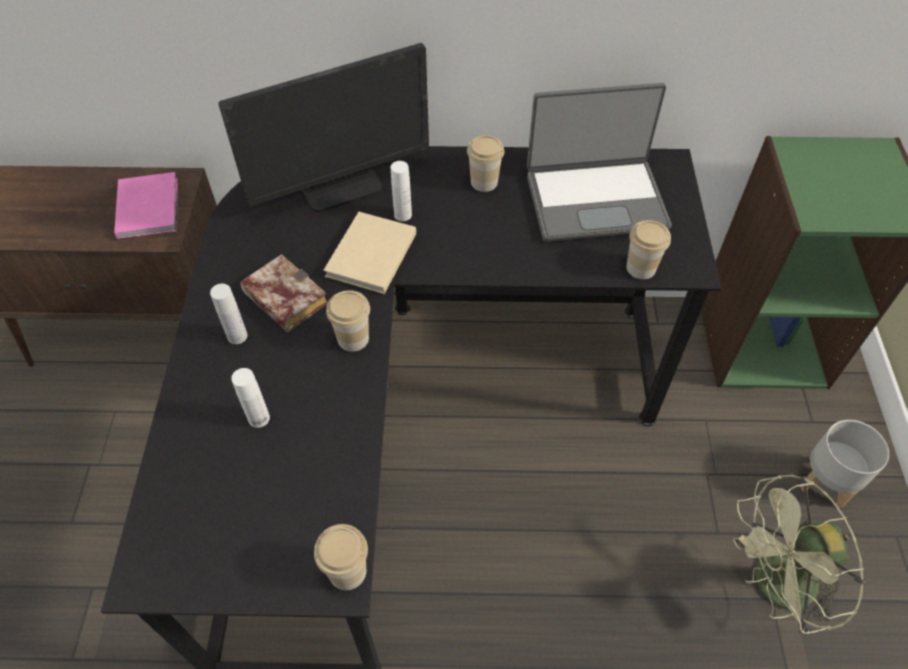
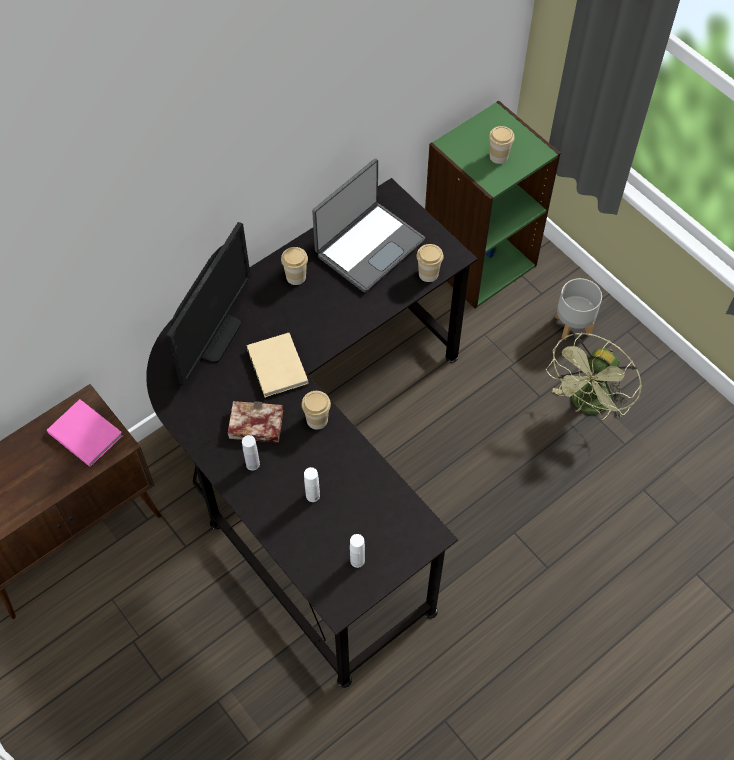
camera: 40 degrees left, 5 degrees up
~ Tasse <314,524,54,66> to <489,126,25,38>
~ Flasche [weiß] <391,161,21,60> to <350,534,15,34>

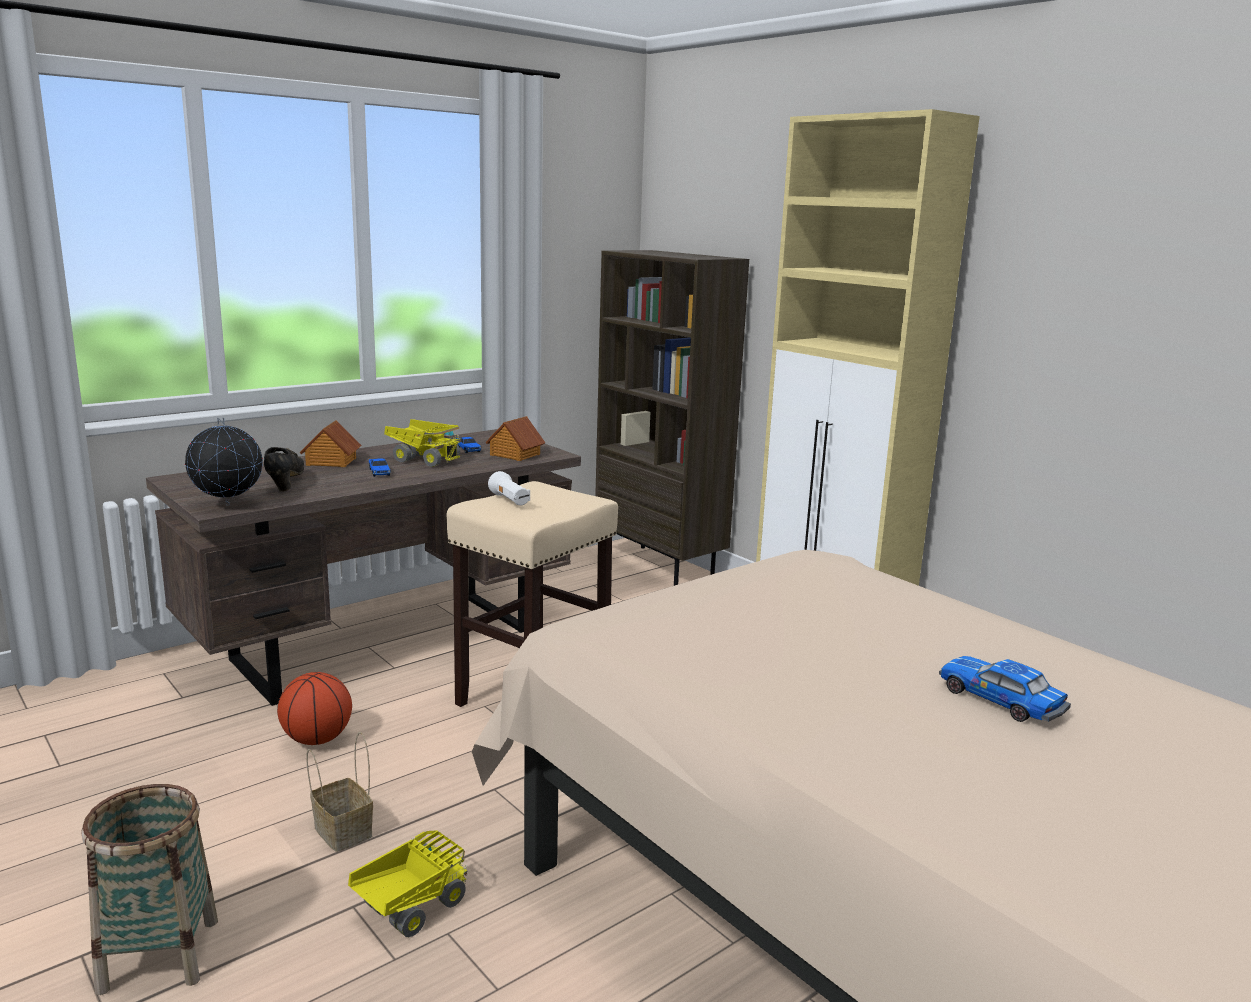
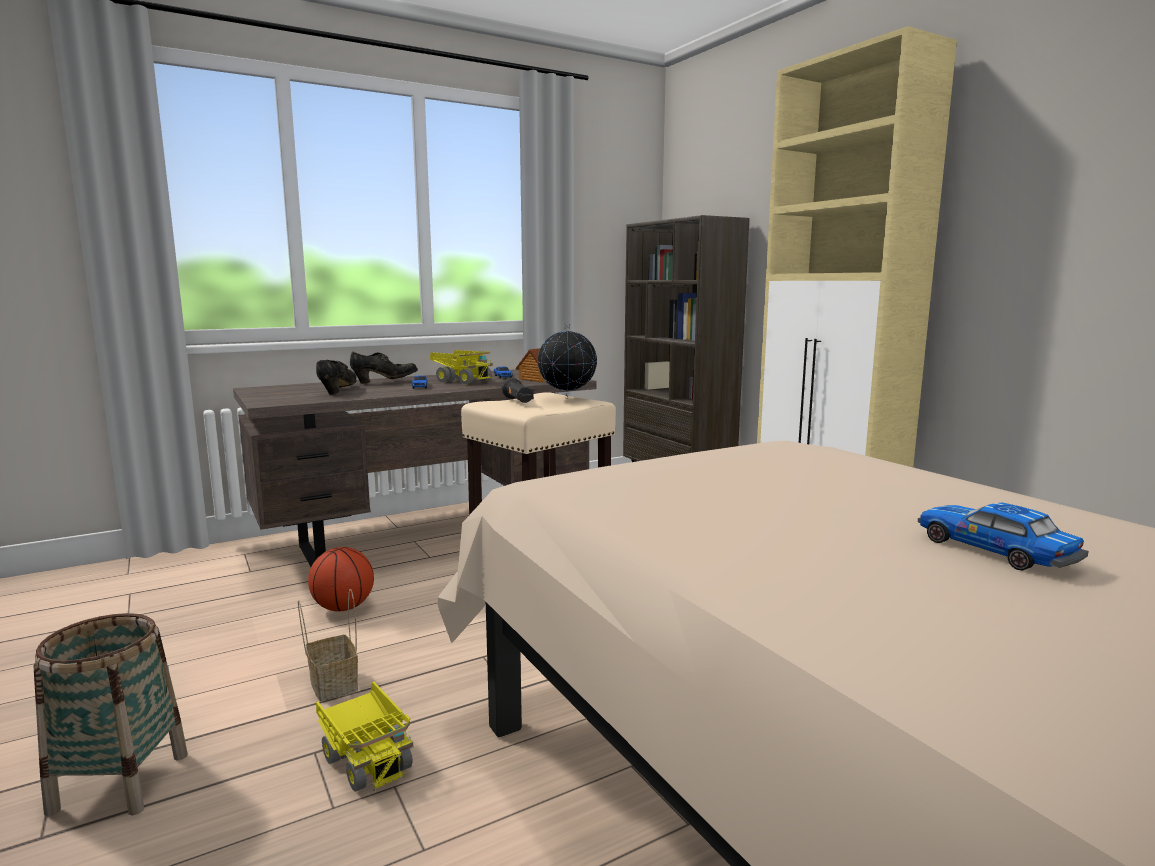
camera: 10 degrees right, 5 degrees down
~ Globus <185,418,78,88> to <538,324,59,75>
~ Spielzeughaus <300,420,62,47> to Schuh [schwarz] <350,352,68,32>
~ Spielzeuglaster <348,830,120,107> = <316,682,97,110> 90 degrees clockwise
~ Taschenlampe [weiß] <488,471,42,35> to Taschenlampe [schwarz] <501,378,33,25>

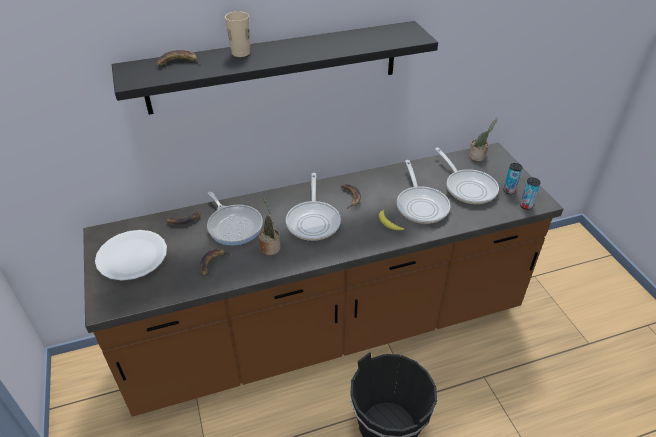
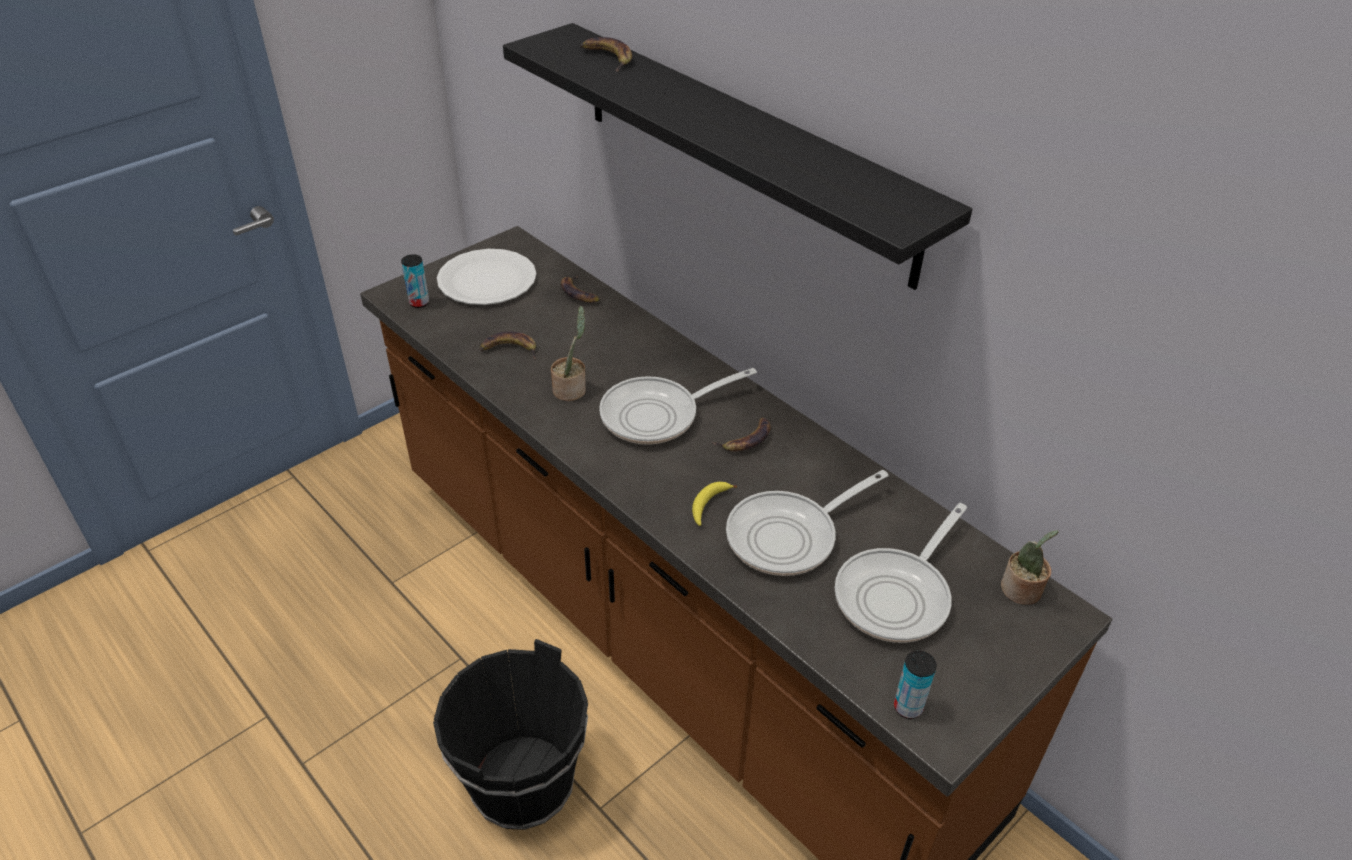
camera: 65 degrees right, 0 degrees up
- Pfanne <207,192,56,53>
- Tasse [beige] <225,11,25,46>
~ Dose <504,163,19,31> to <401,254,28,54>

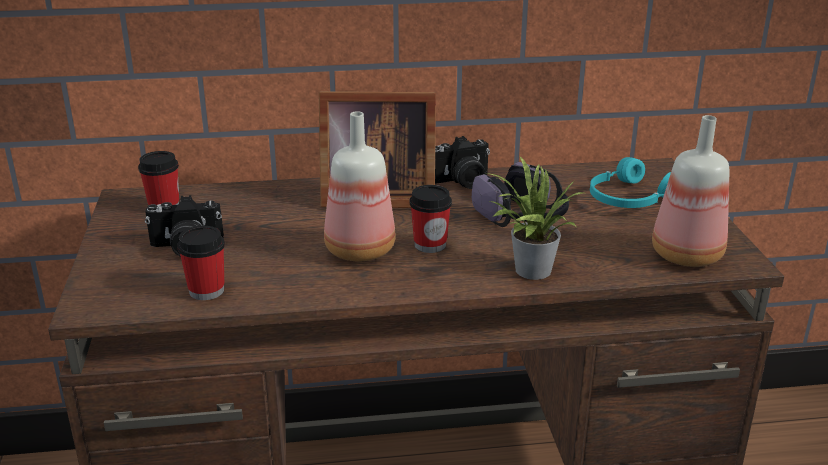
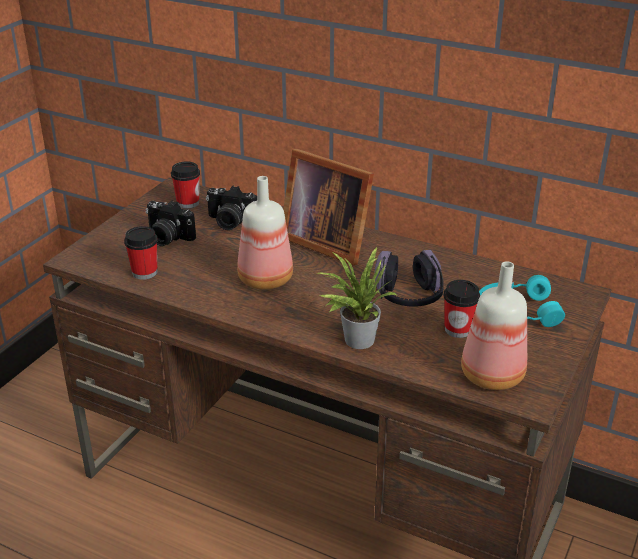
camera: 35 degrees right, 5 degrees up
~ Tasse <410,185,42,68> to <444,280,36,58>
~ Kamera <435,136,55,53> to <206,186,51,44>

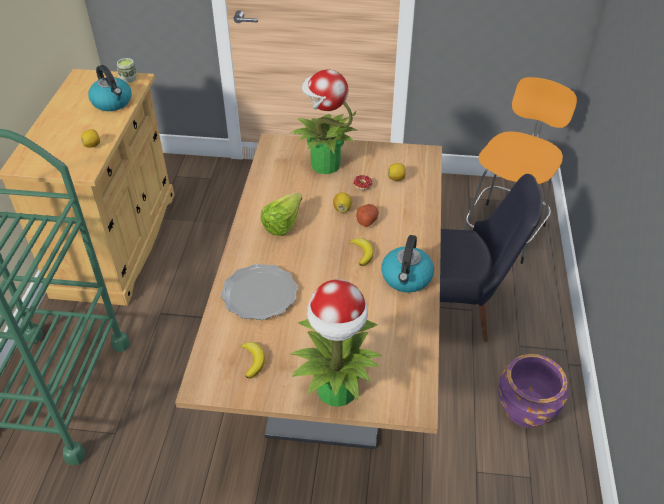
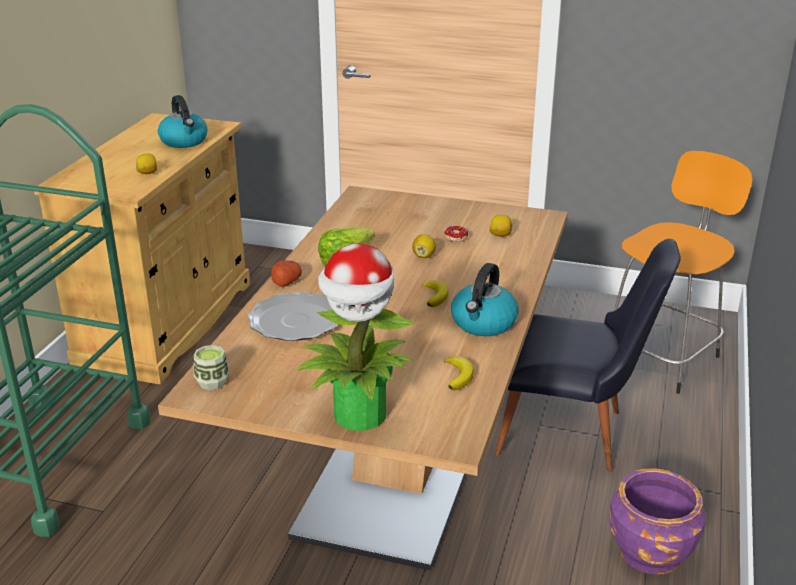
camera: 10 degrees right, 15 degrees down
~ Tasse <117,58,20,25> to <194,345,35,45>
~ Banane <240,342,25,37> to <444,356,30,35>
- Topfpflanze <290,70,68,104>
~ Kartoffel <356,204,23,23> to <271,260,31,27>

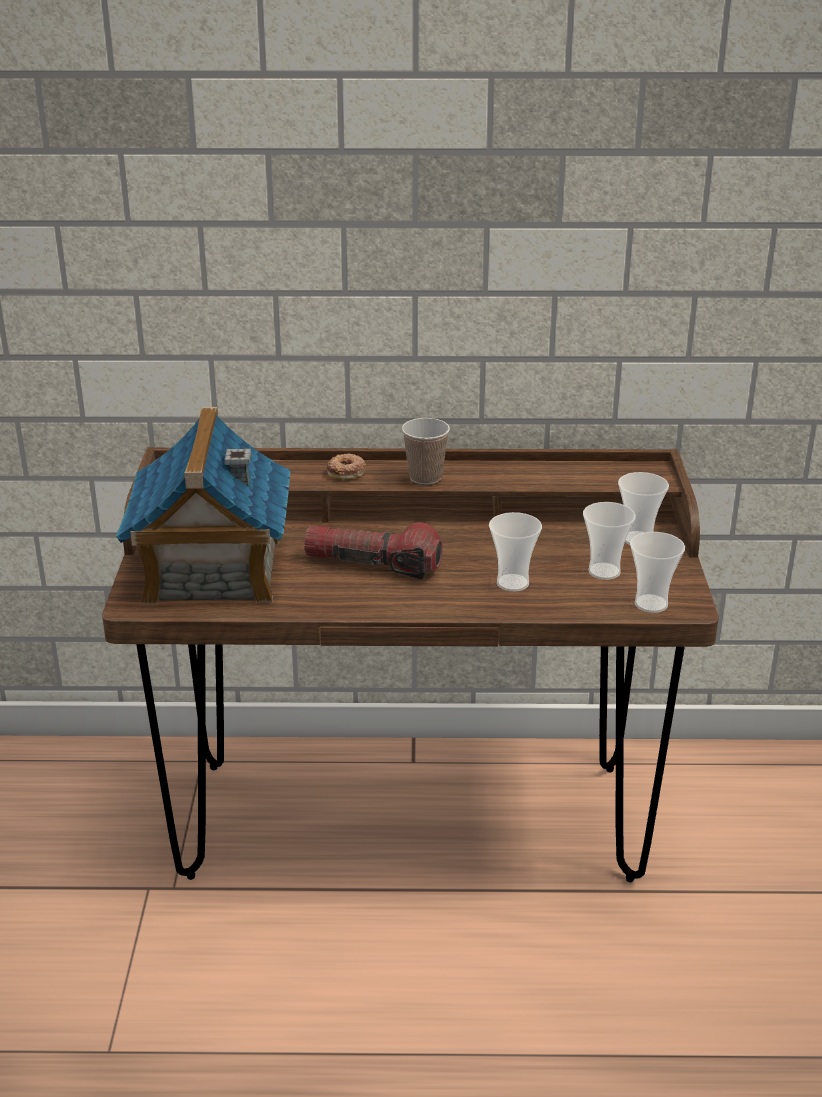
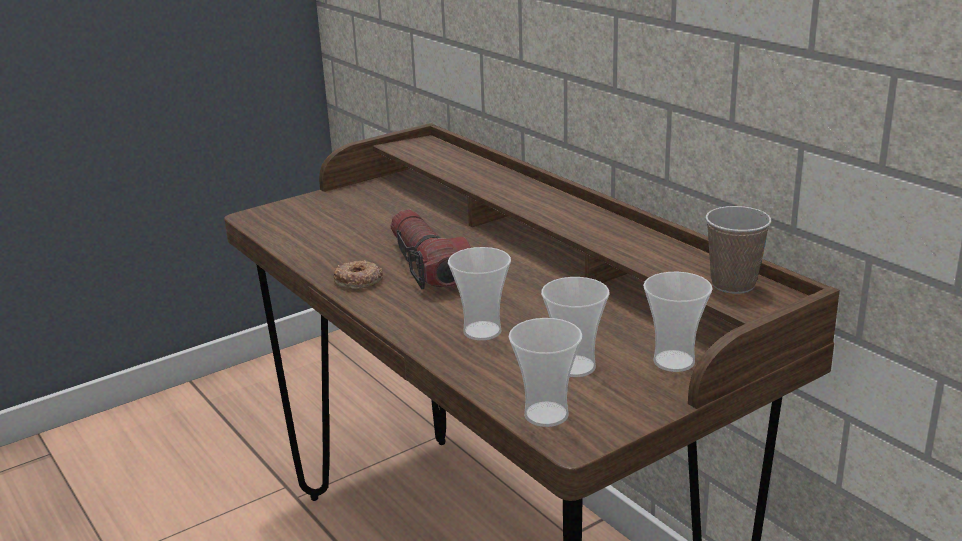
camera: 55 degrees right, 5 degrees down
- Spielzeughaus <116,407,175,198>
~ Donut <327,453,39,26> to <334,260,49,29>
~ Tasse <402,418,48,67> to <705,206,66,88>

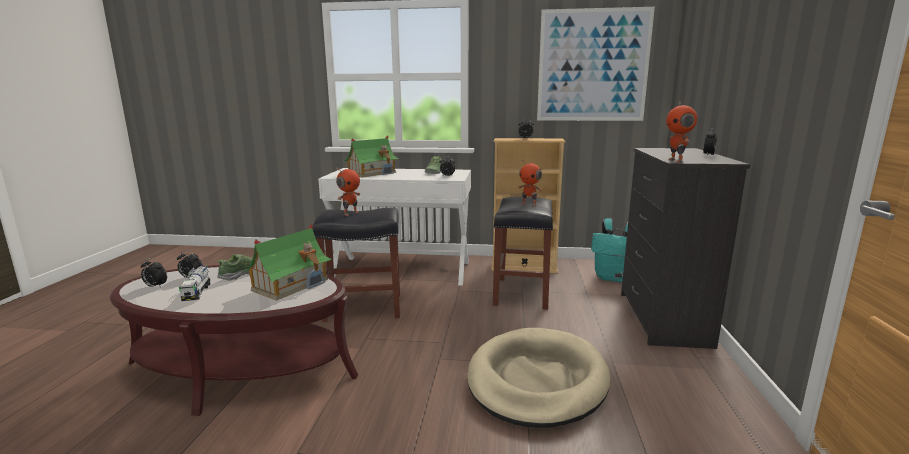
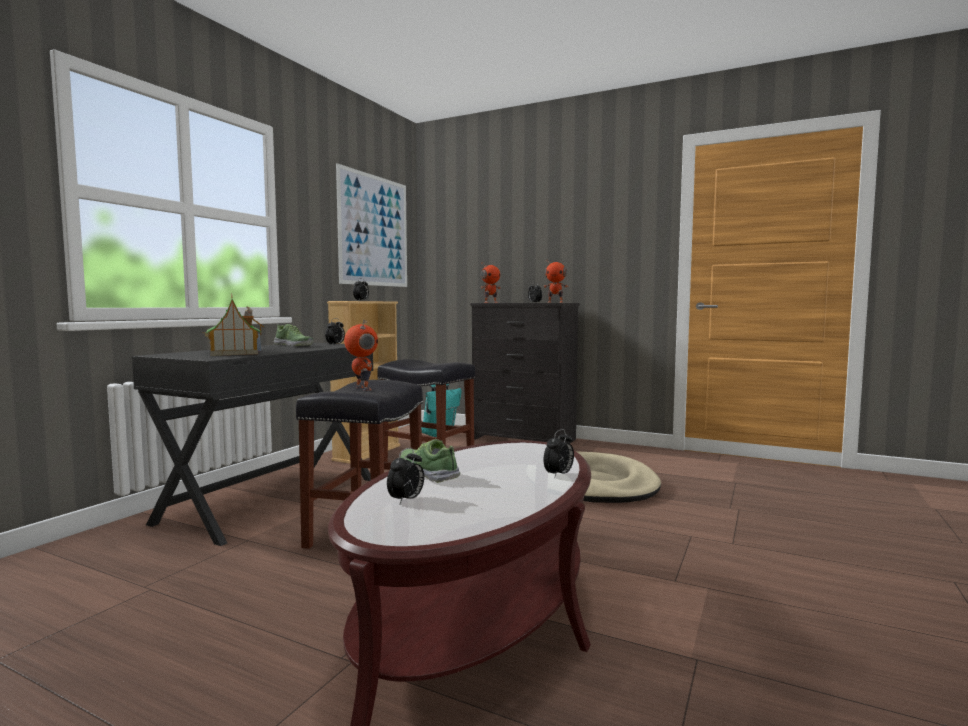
camera: 70 degrees left, 10 degrees down
~ Wecker <141,258,26,30> to <544,429,30,49>
- Spielzeuglaster <179,265,31,36>
- Spielzeughaus <242,224,90,77>
~ Schreibtisch [weiß] <318,168,153,118> to Schreibtisch [schwarz] <132,343,241,203>
~ Spielzeugroboter <518,159,24,47> to <480,263,21,40>

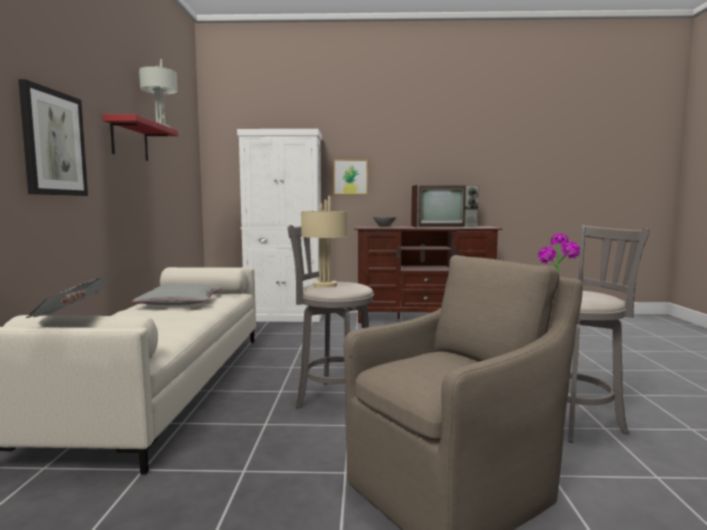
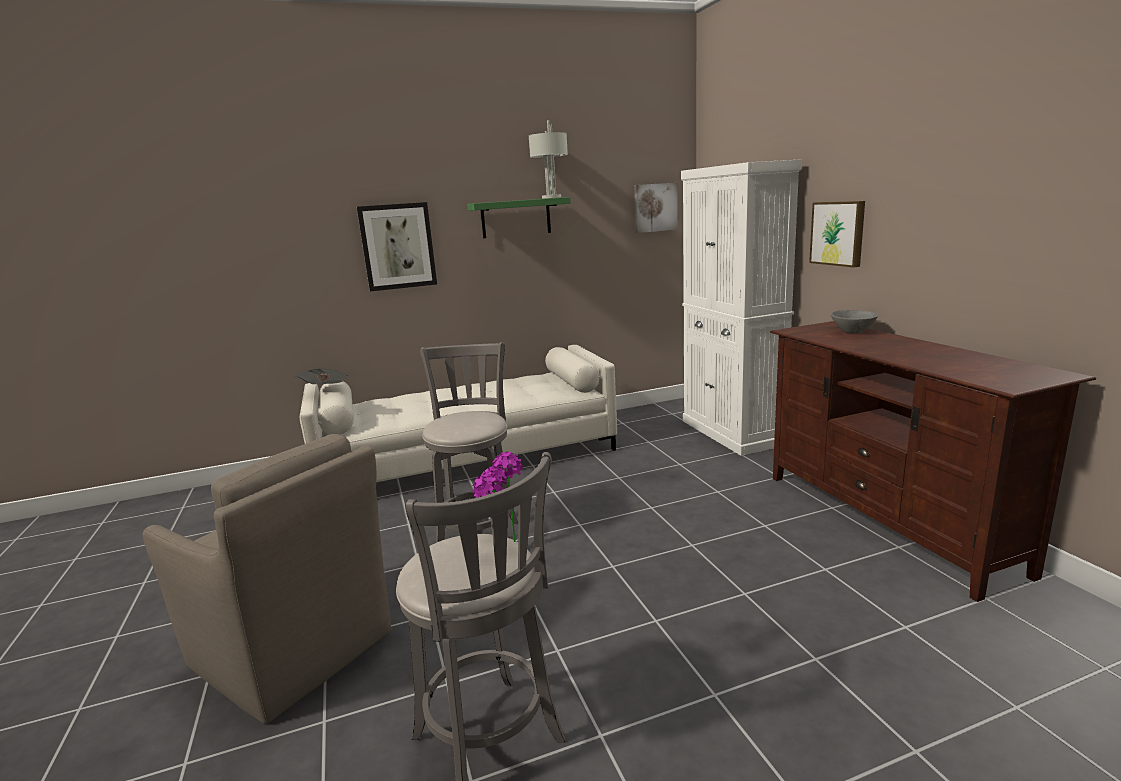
camera: 70 degrees right, 10 degrees up
~ Wandregal [rot] <103,114,75,47> to Wandregal [grün] <467,197,104,41>
- Kissen [grau] <132,284,90,21>
- Tischlampe [beige] <301,196,47,92>
- Fernseher <411,185,68,42>
+ Bild <634,183,44,50>

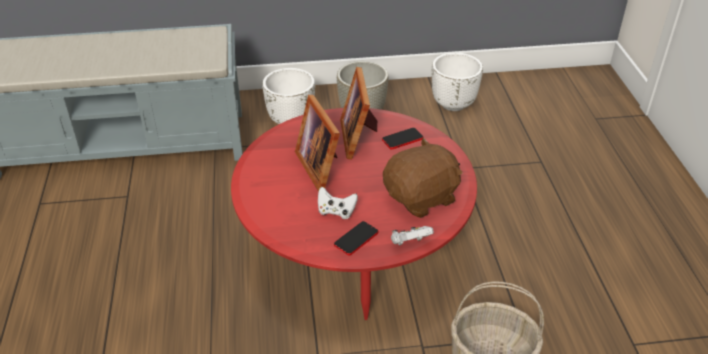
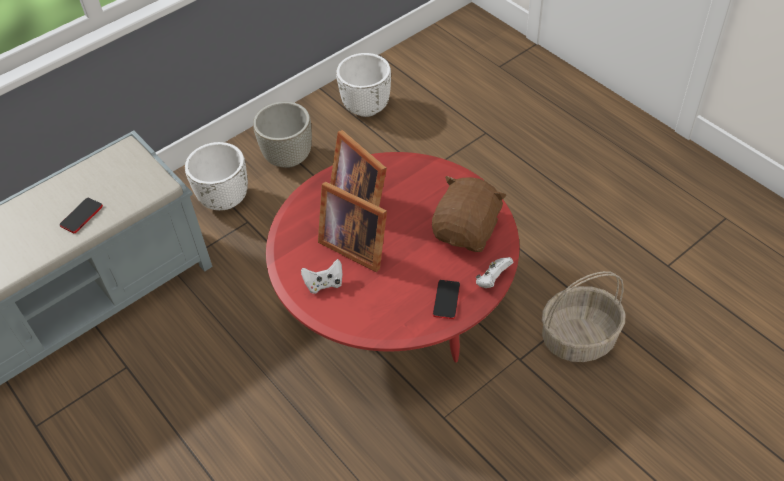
camera: 30 degrees left, 10 degrees up
~ Gamepad [weiß] <318,187,40,32> to <301,259,42,35>
~ Handy <382,128,41,21> to <60,198,43,35>

